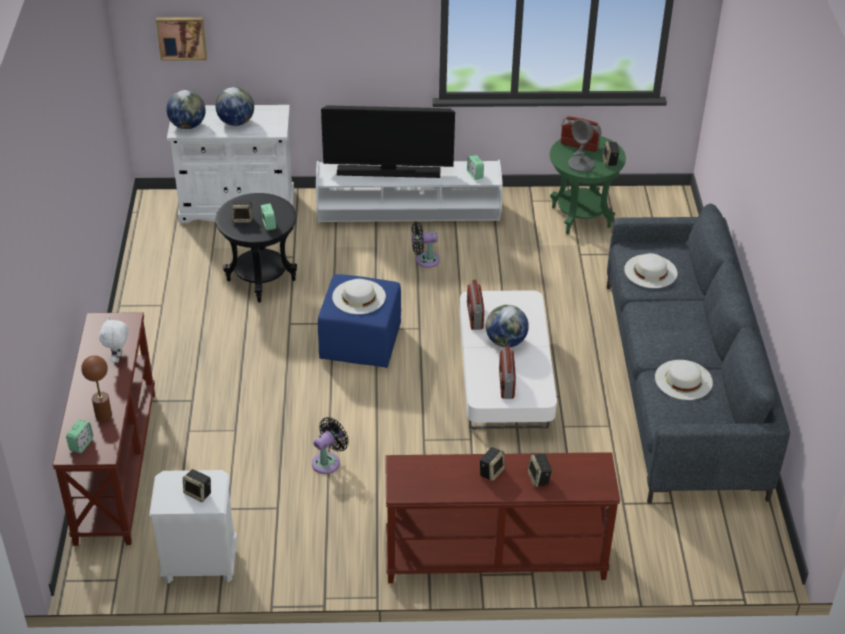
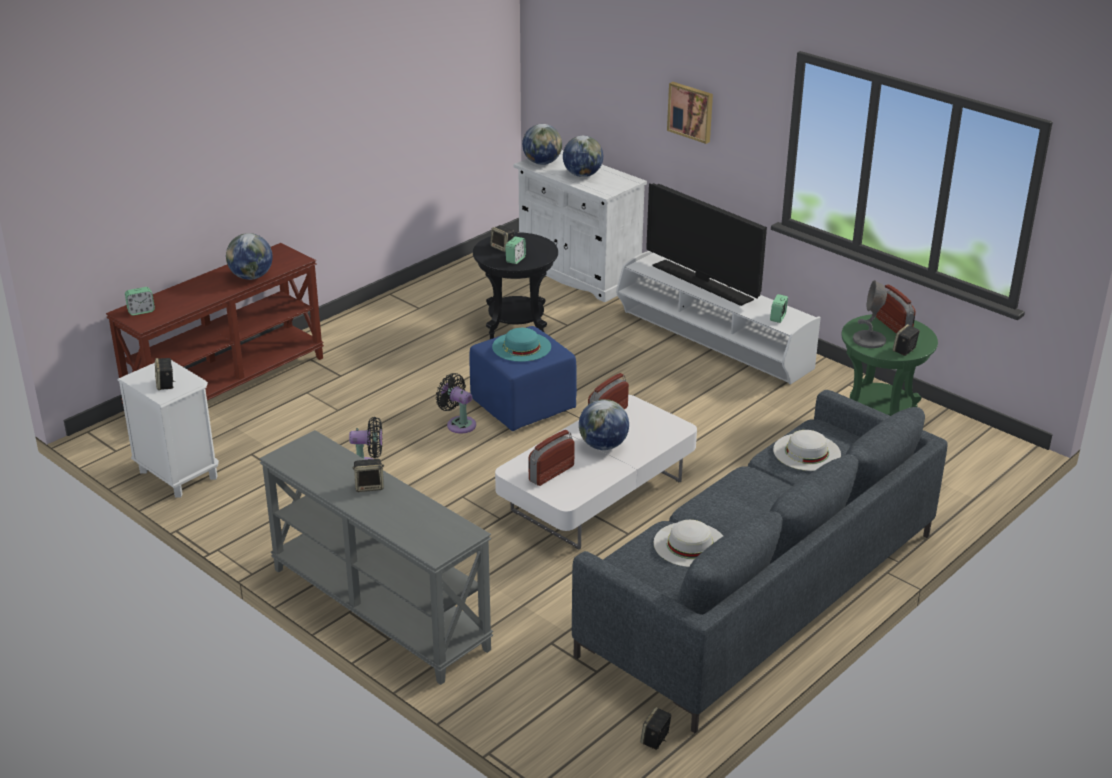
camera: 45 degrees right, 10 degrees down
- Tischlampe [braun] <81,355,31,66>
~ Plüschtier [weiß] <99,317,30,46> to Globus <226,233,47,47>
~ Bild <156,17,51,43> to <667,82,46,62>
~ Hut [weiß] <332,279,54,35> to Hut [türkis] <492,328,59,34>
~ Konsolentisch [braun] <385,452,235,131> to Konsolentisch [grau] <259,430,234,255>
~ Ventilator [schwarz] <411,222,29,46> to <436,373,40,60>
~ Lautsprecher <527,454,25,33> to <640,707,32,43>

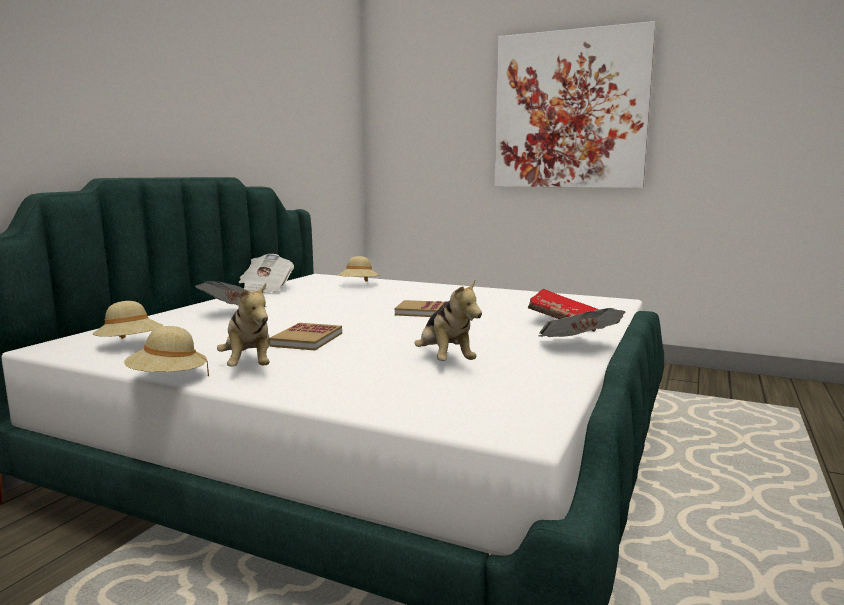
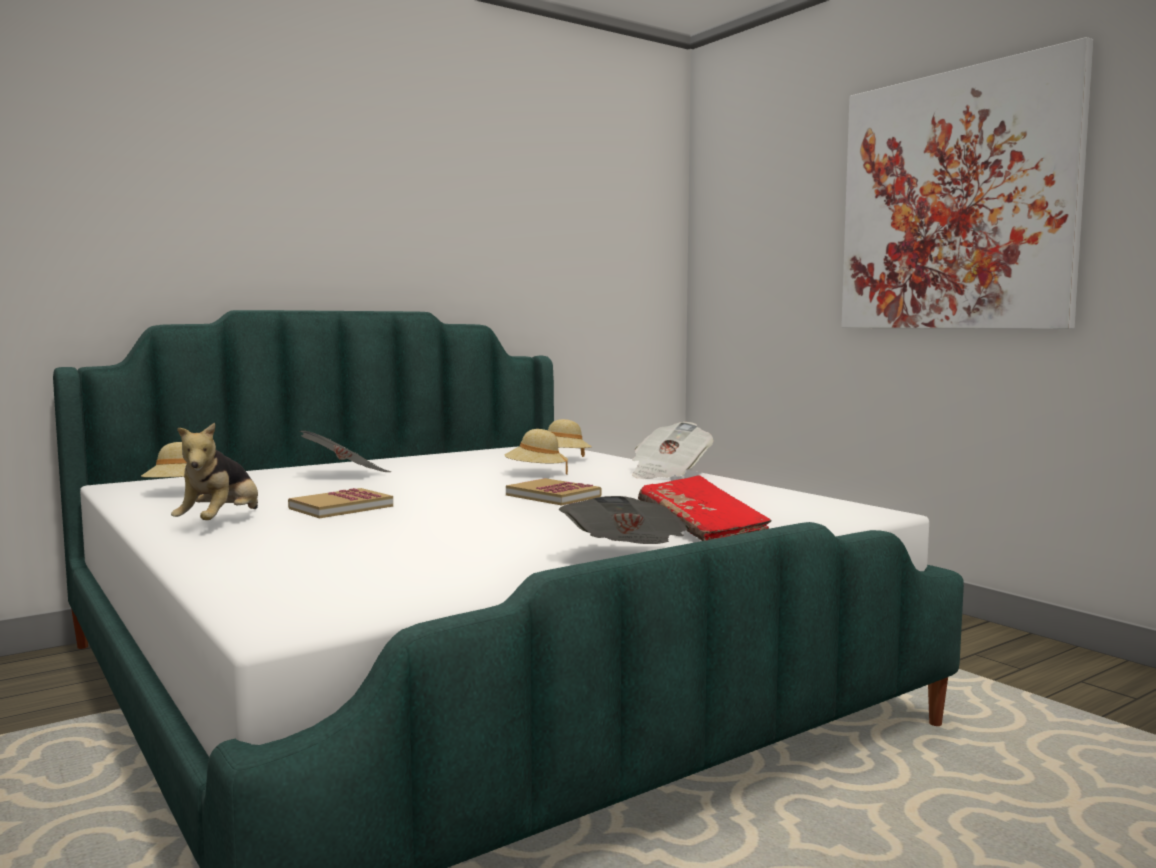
camera: 30 degrees right, 5 degrees down
~ Hut [beige] <124,326,85,50> to <505,429,63,46>
~ Zeitung <238,254,56,39> to <632,422,82,57>
- Plüschtier <415,280,67,81>

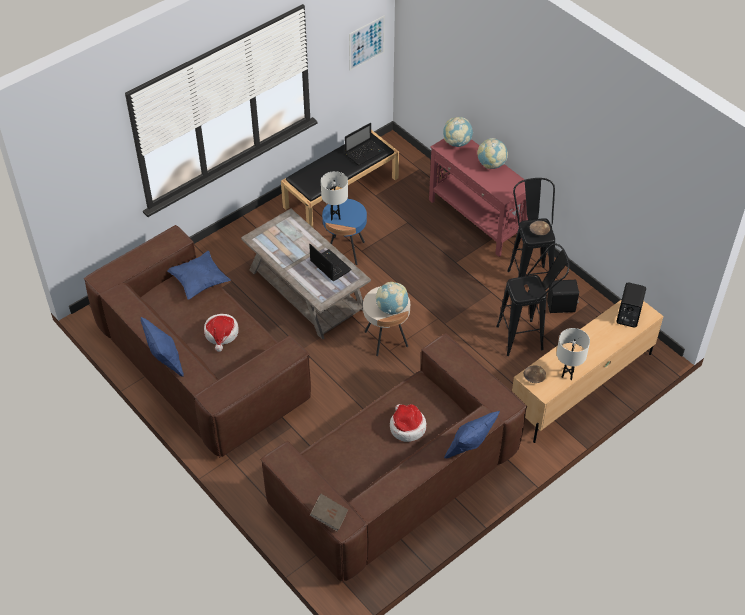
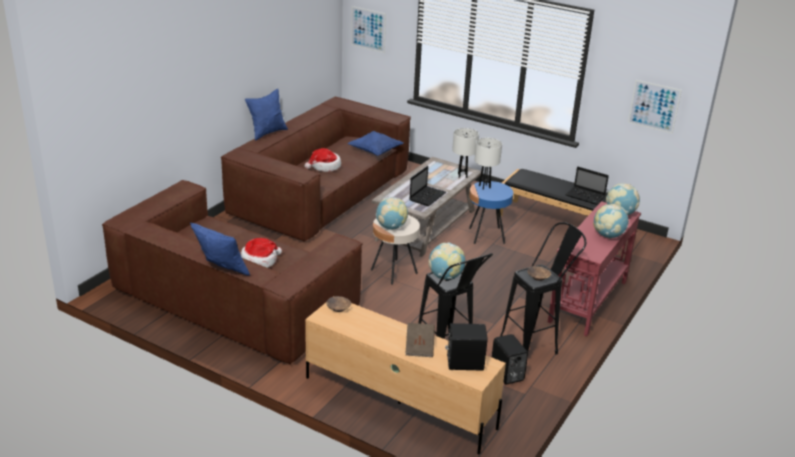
camera: 70 degrees right, 20 degrees down
~ Buch [braun] <310,494,38,37> to <405,323,30,34>
~ Tischlampe [weiß] <557,328,33,52> to <452,128,27,50>
+ Bild <351,6,35,47>
+ Globus <428,242,37,38>

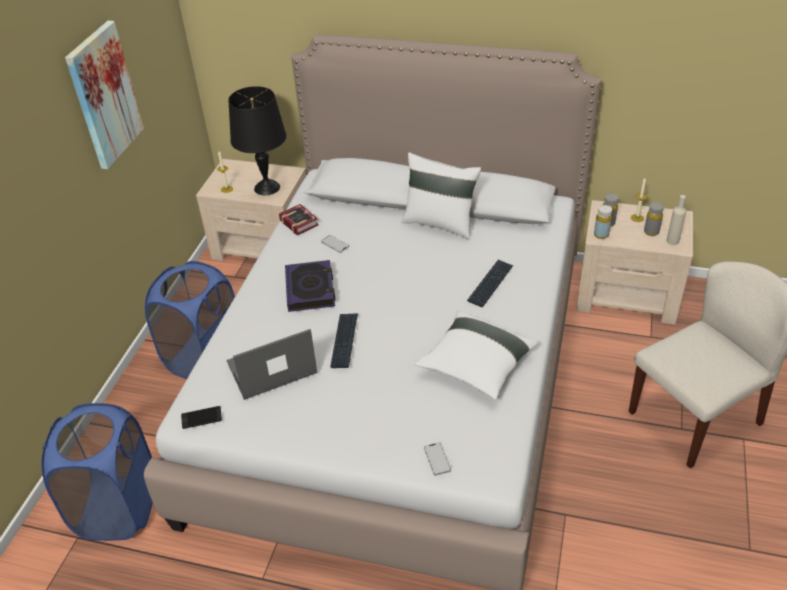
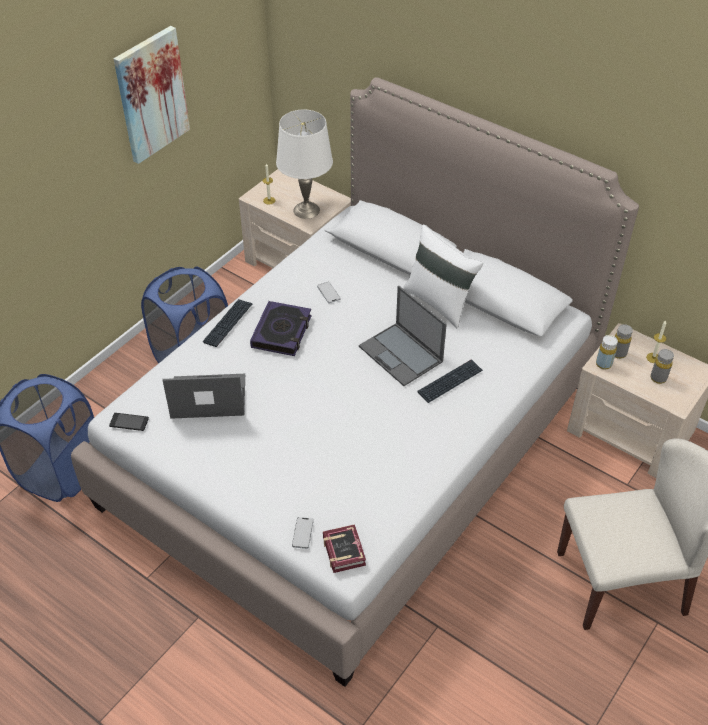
camera: 20 degrees right, 5 degrees up
~ Tischlampe [schwarz] <228,86,59,109> to Tischlampe [weiß] <276,110,57,109>
~ Buch <279,204,40,31> to <323,524,43,49>
~ Tastatur <330,313,28,55> to <203,299,50,48>
- Kissen [weiß] <415,311,123,89>
- Flasche [beige] <666,195,21,50>
+ Laptop <359,286,88,100>

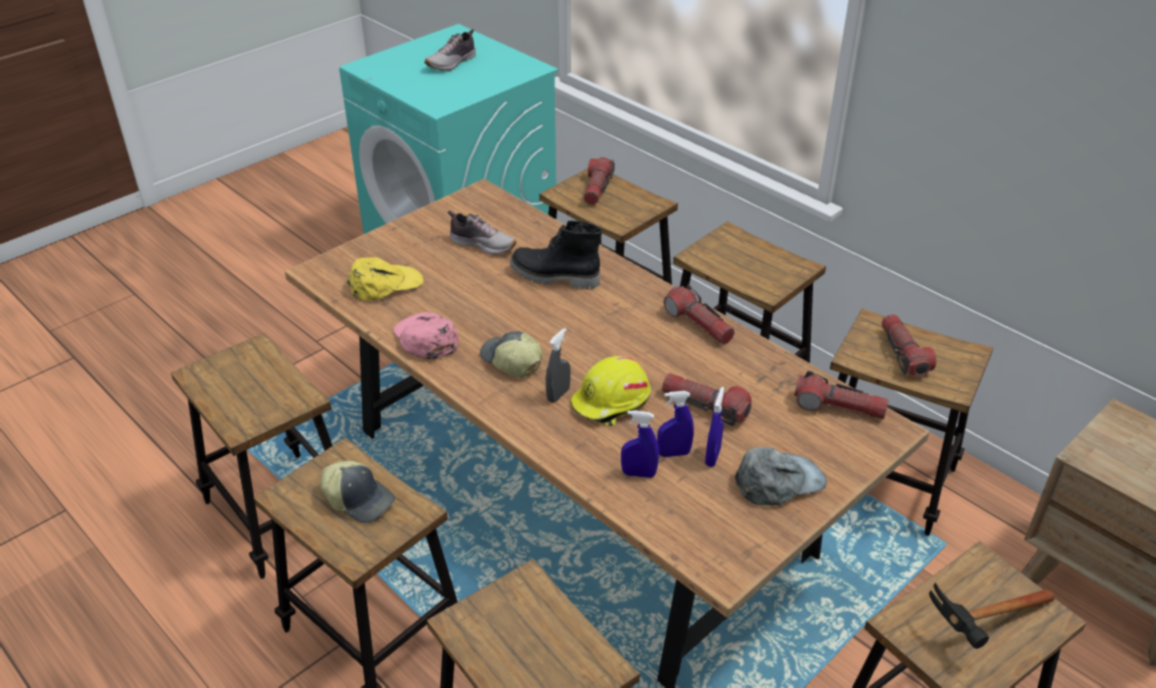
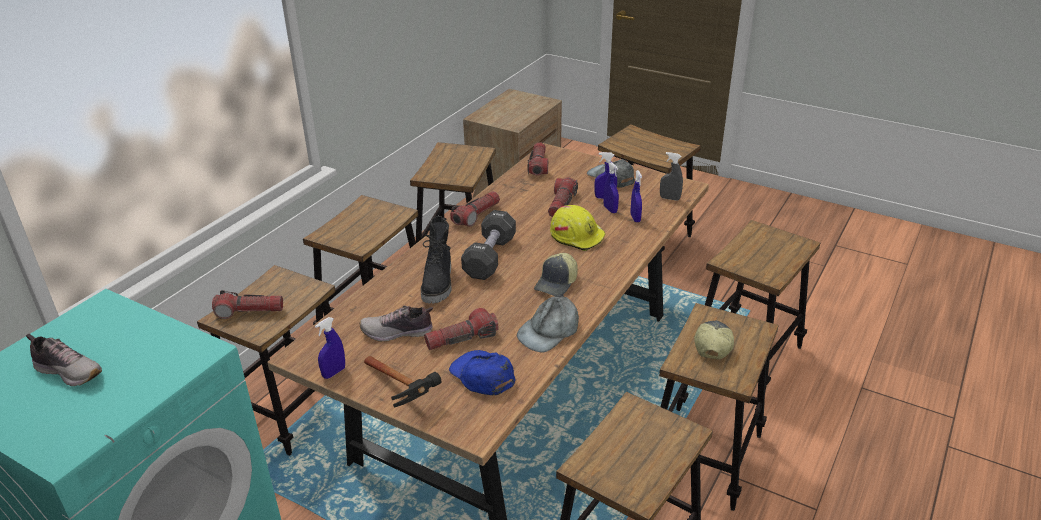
camera: 105 degrees left, 5 degrees down
~ Kappe [gelb] <347,257,77,44> to Kappe [blau] <449,350,66,45>
~ Kappe [rosa] <393,312,65,47> to Kappe [grau] <517,295,62,58>
~ Schuh <448,210,69,45> = <360,305,73,37> 105 degrees counterclockwise
~ Sprühflasche [grau] <546,328,25,75> to <660,152,23,49>
~ Taschenlampe <882,314,54,62> to <424,308,75,42>
~ Hammer <929,583,126,66> to <364,356,77,51>
+ Sprühflasche [blau] <315,317,30,62>
+ Hantel [schwarz] <461,210,55,70>

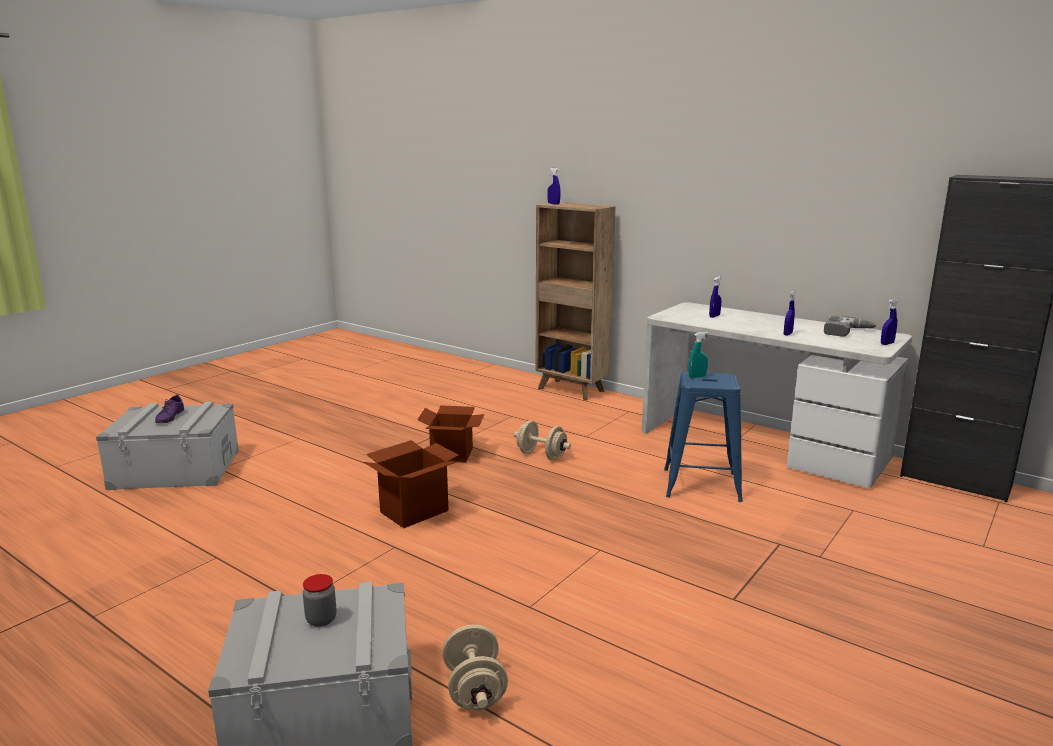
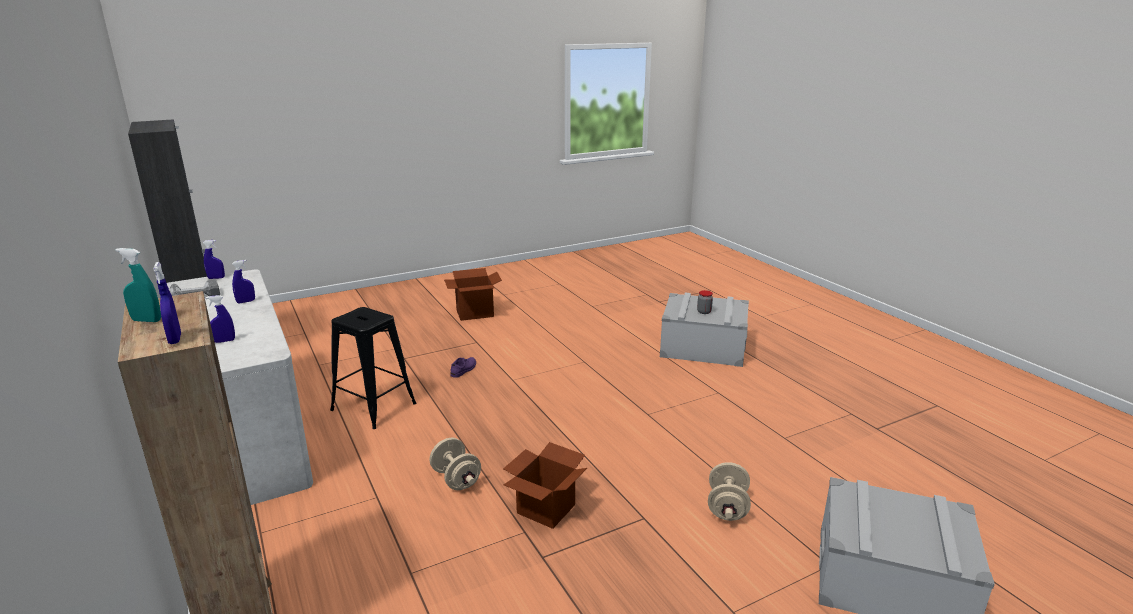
camera: 155 degrees left, 5 degrees up
~ Schuh [lila] <155,394,29,29> to <451,357,25,21>
~ Karton <364,440,95,88> to <444,268,58,53>
~ Hantel [beige] <442,625,66,86> to <708,462,43,59>
~ Hocker [blau] <664,372,79,130> to Hocker [schwarz] <330,307,87,122>
~ Sprühflasche [türkis] <689,332,19,46> to <115,248,46,74>

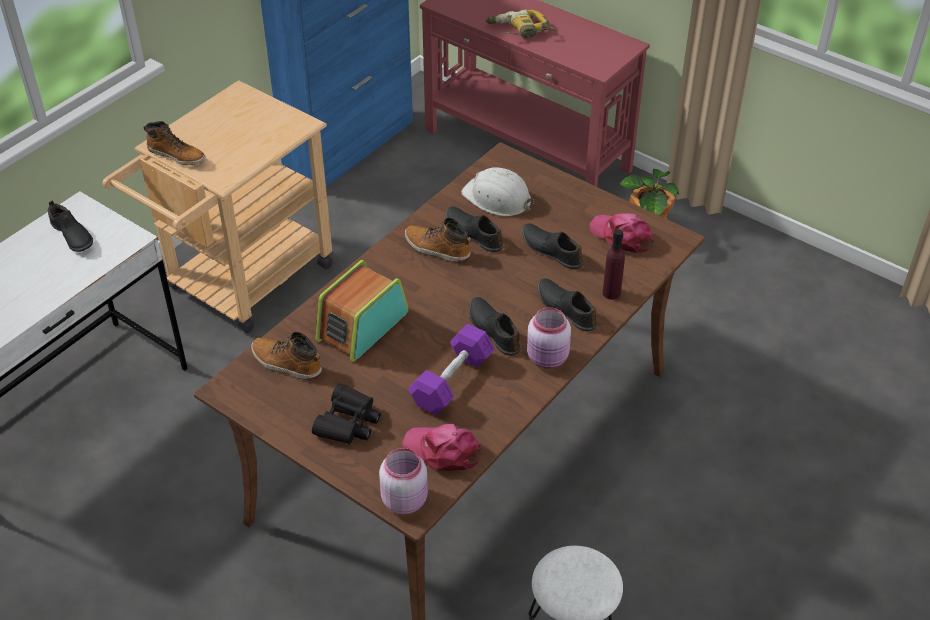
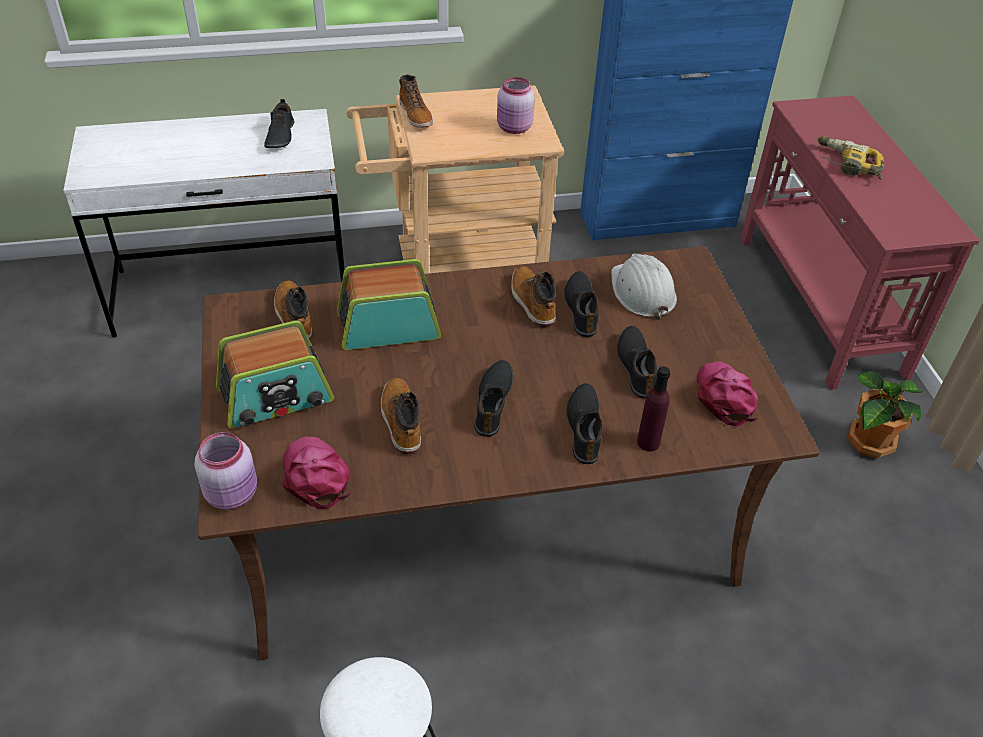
camera: 40 degrees right, 0 degrees up
~ Fernglas [schwarz] <312,383,69,61> to Radio <216,320,118,109>
~ Hantel [lila] <408,323,87,92> to Stiefel <381,378,40,77>
~ Vorratsglas [rosa] <527,307,44,62> to <497,77,38,57>

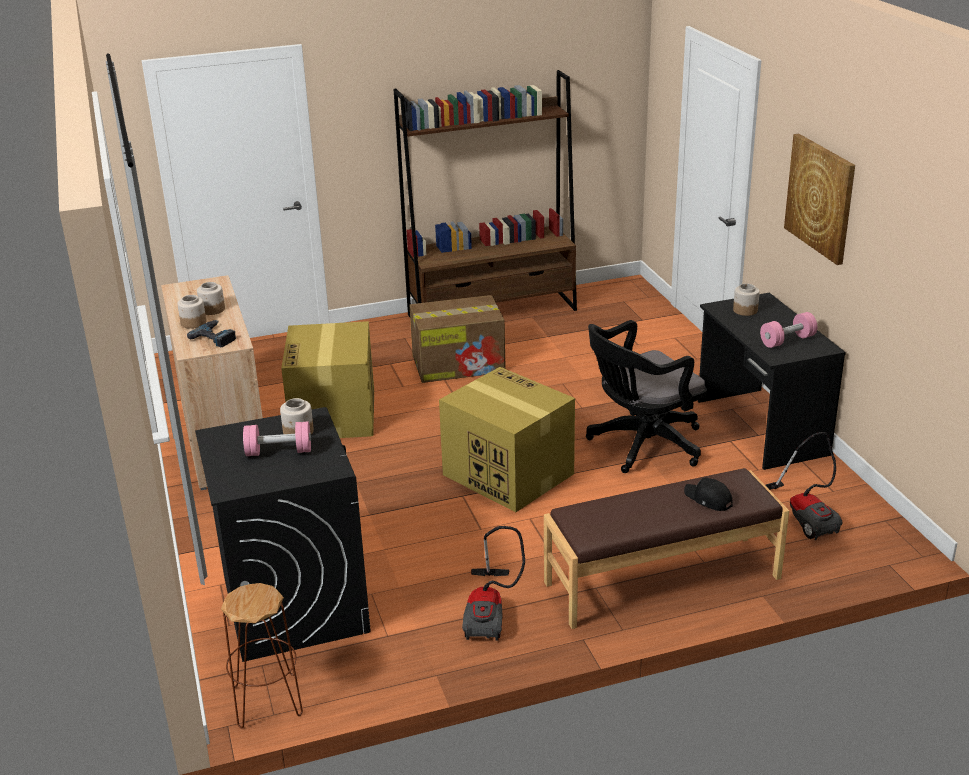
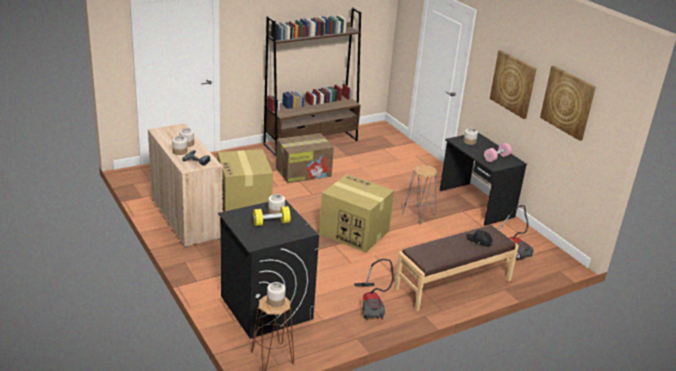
camera: 15 degrees left, 0 degrees up
~ Hantel [rosa] <243,421,68,35> to Hantel [gelb] <253,206,37,20>
~ Bürostuhl [schwarz] <586,320,121,153> to Hocker [grau] <402,165,36,59>
+ Vorratsglas <267,282,19,25>
+ Bild <540,66,56,75>

